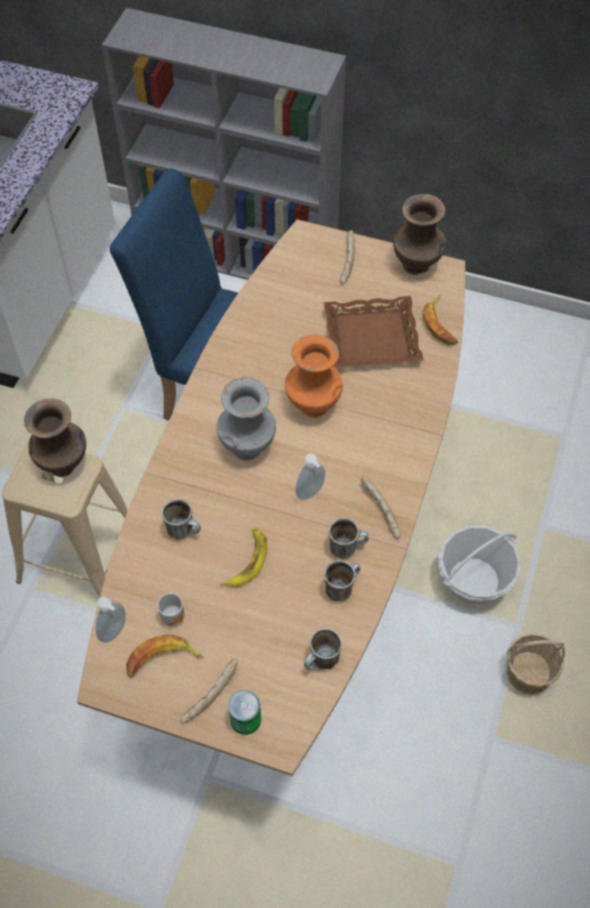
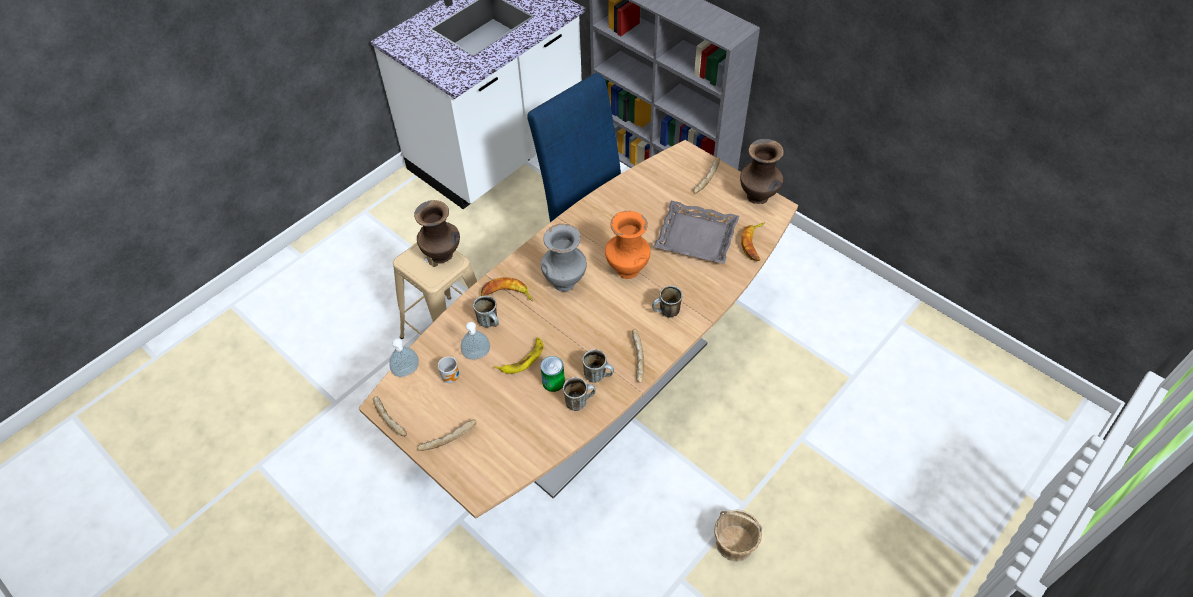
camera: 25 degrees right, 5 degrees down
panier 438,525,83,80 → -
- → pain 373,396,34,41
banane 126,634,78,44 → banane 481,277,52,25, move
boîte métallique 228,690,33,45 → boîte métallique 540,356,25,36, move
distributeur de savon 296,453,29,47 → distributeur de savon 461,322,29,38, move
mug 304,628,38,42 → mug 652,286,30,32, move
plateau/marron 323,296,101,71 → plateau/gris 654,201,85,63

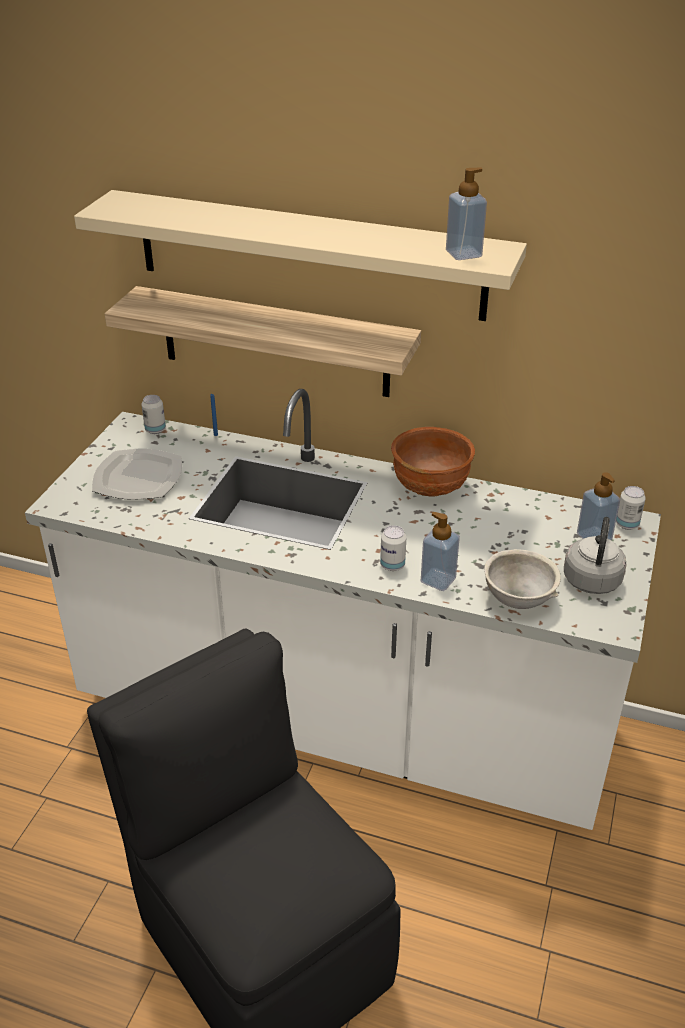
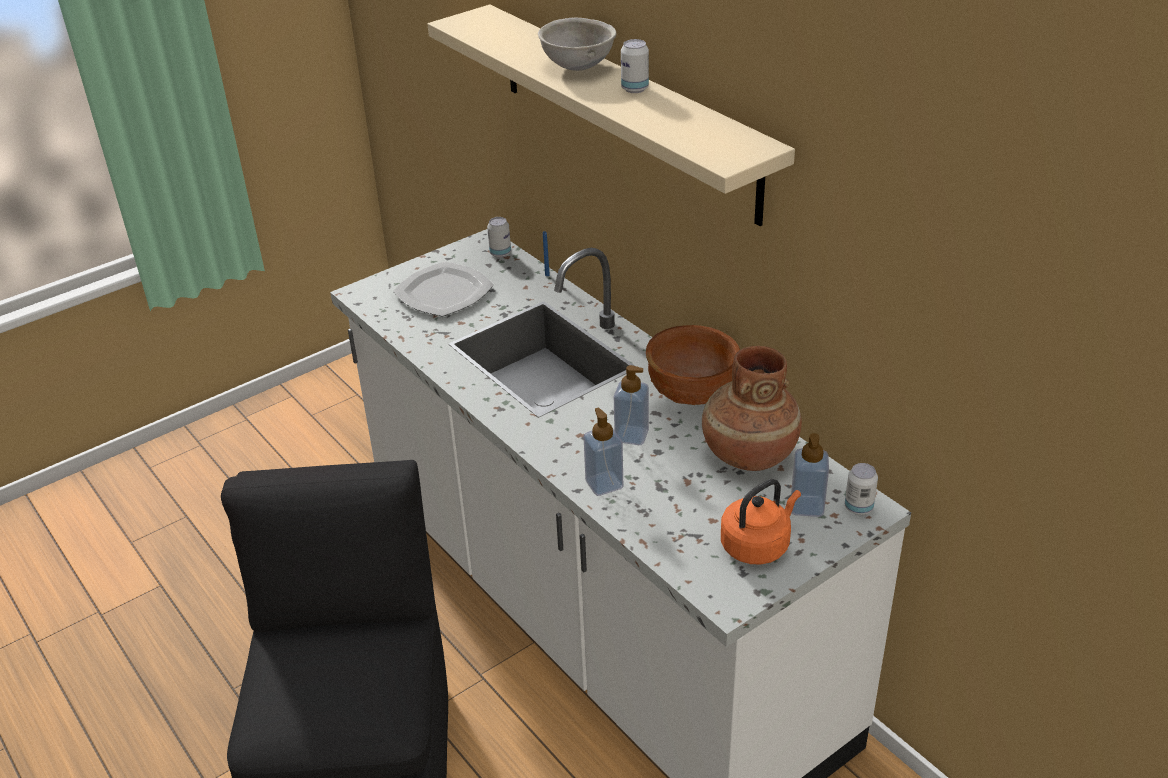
camera: 35 degrees right, 0 degrees up
étagère 105,286,316,111 → -
- → vase/marron 702,346,100,125
boîte métallique 380,525,26,46 → boîte métallique 621,39,28,54, move
distributeur de savon 446,167,41,93 → distributeur de savon 614,365,35,80, move
bol/gris 484,549,77,60 → bol/gris 538,18,78,53, move
bouilloire/gris 564,517,62,77 → bouilloire/orange 721,479,80,86

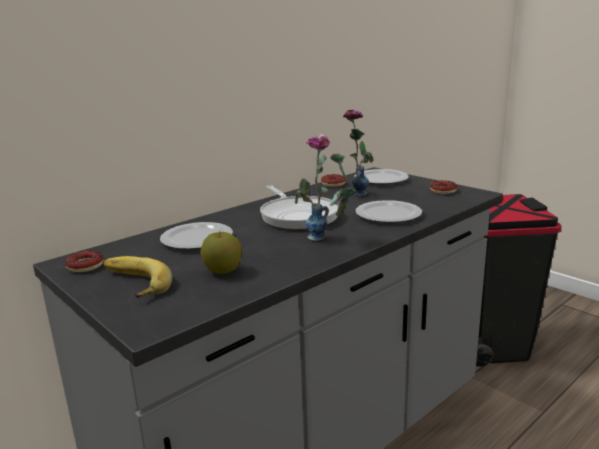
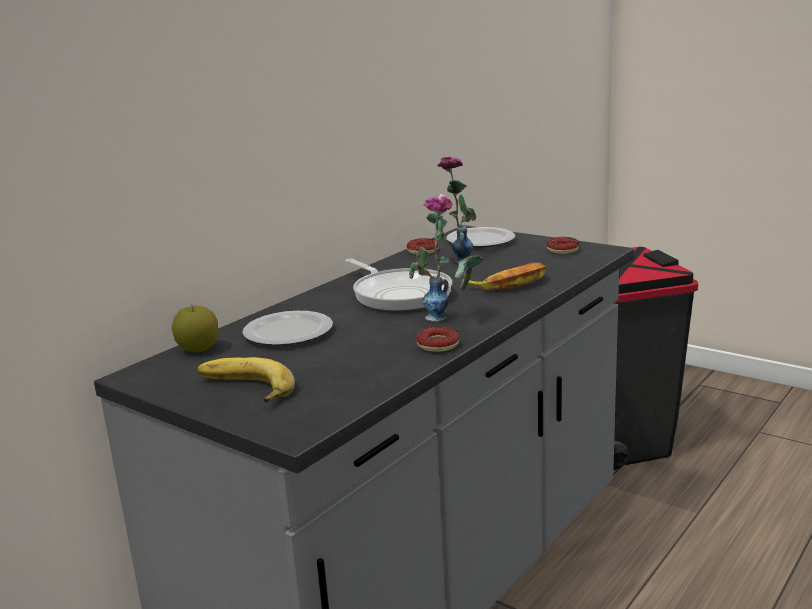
camera: 10 degrees left, 0 degrees up
beignet 65,250,39,22 → beignet 416,326,43,26, move
pomme 200,230,42,44 → pomme 172,306,46,46, move
assiette 355,200,67,23 → banane 468,263,78,27

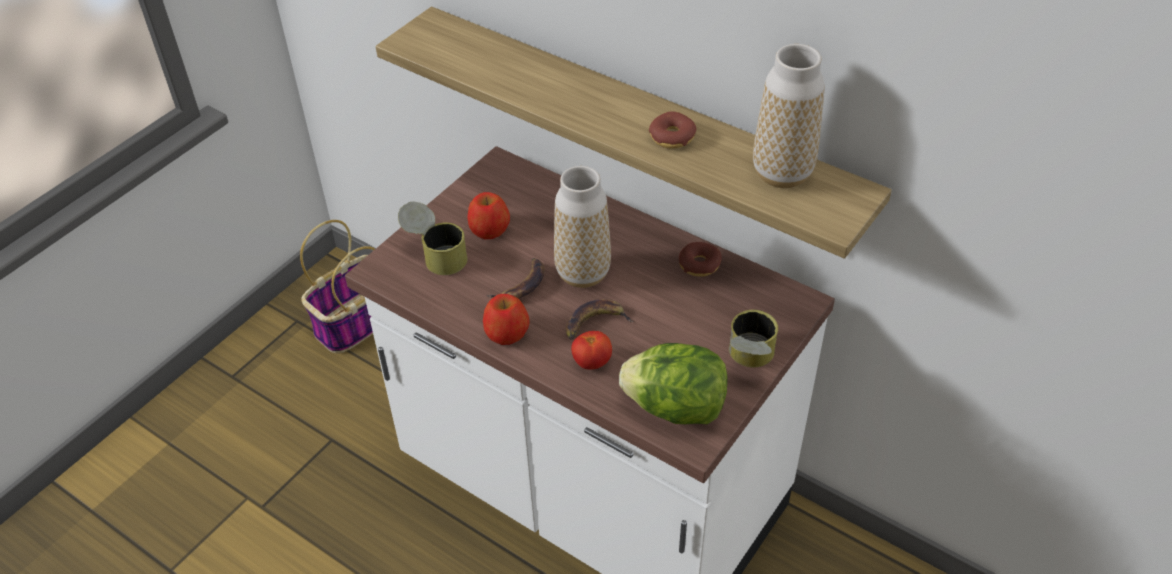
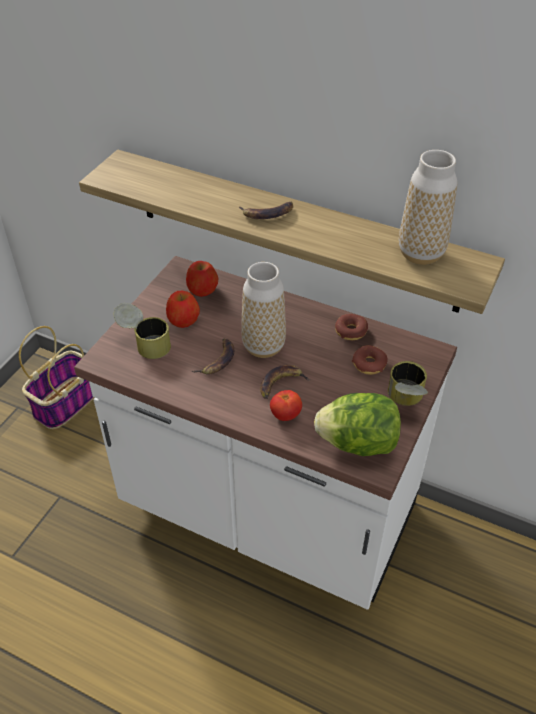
camera: 10 degrees left, 0 degrees up
- → banane 239,202,54,17
pomme 483,294,47,51 → pomme 186,261,32,36, move
beignet 649,112,47,37 → beignet 352,345,35,30, move

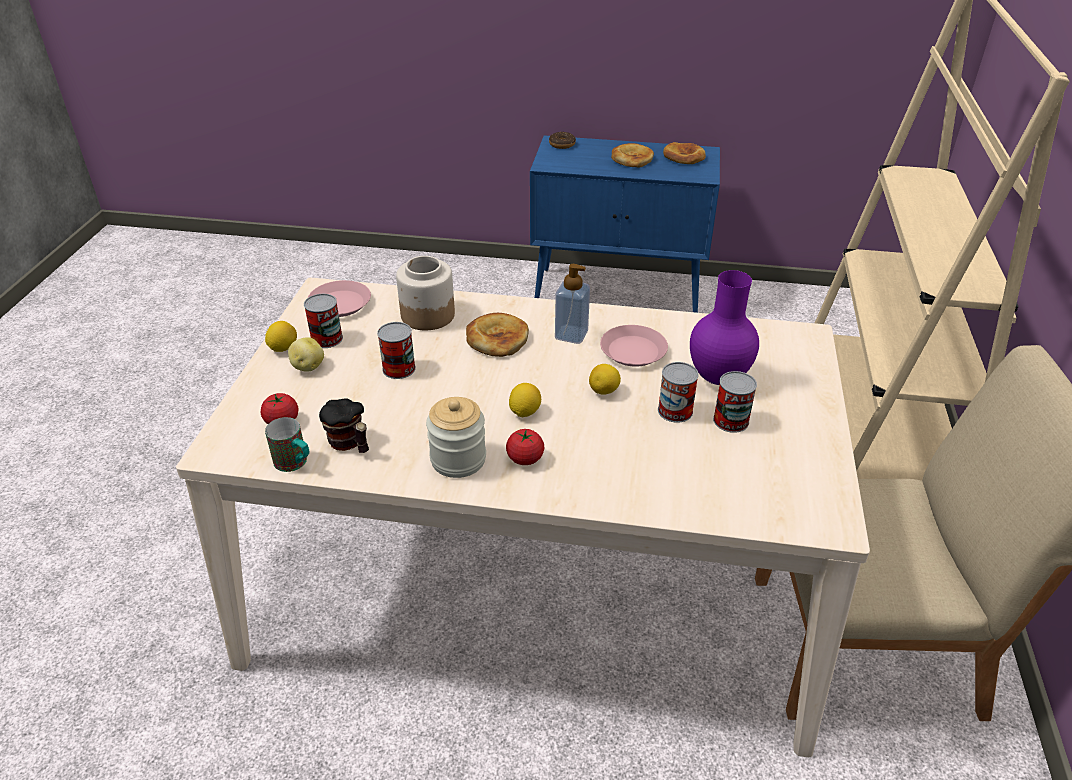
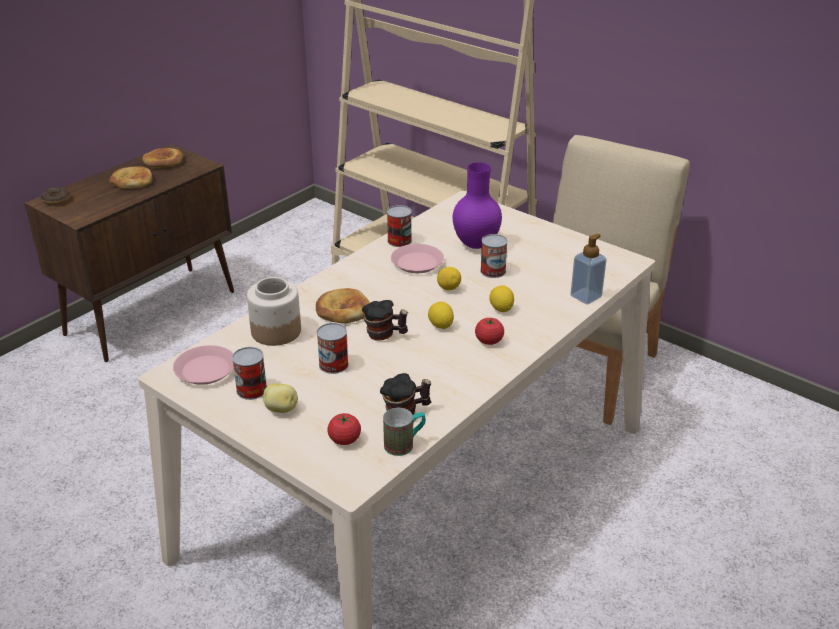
camera: 60 degrees left, 5 degrees down
bocal 426,397,60,81 → -
- → mug 362,300,46,40
citron 265,321,32,31 → citron 489,285,25,27, move
distributeur de savon 555,264,35,80 → distributeur de savon 570,234,37,70, move
boîte métallique 713,371,44,62 → boîte métallique 387,205,25,42, move
meuble de rangement/bleu 530,135,190,178 → meuble de rangement/marron 24,144,210,218

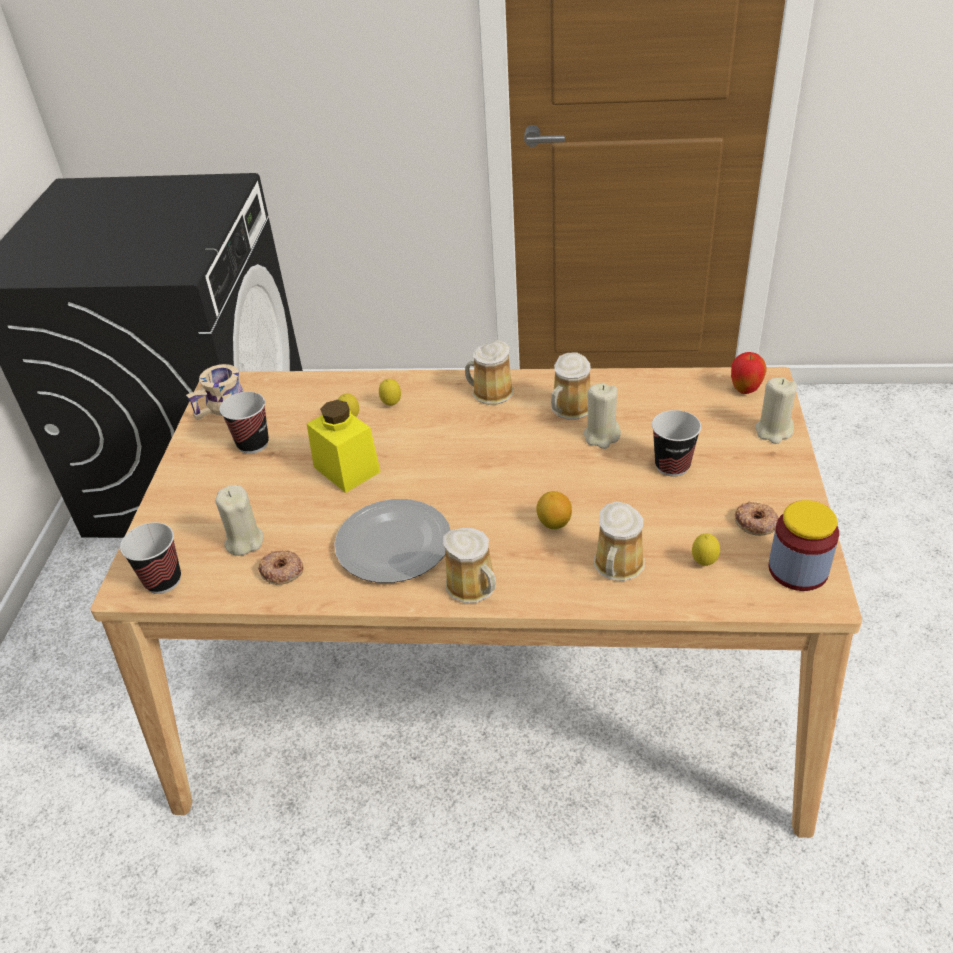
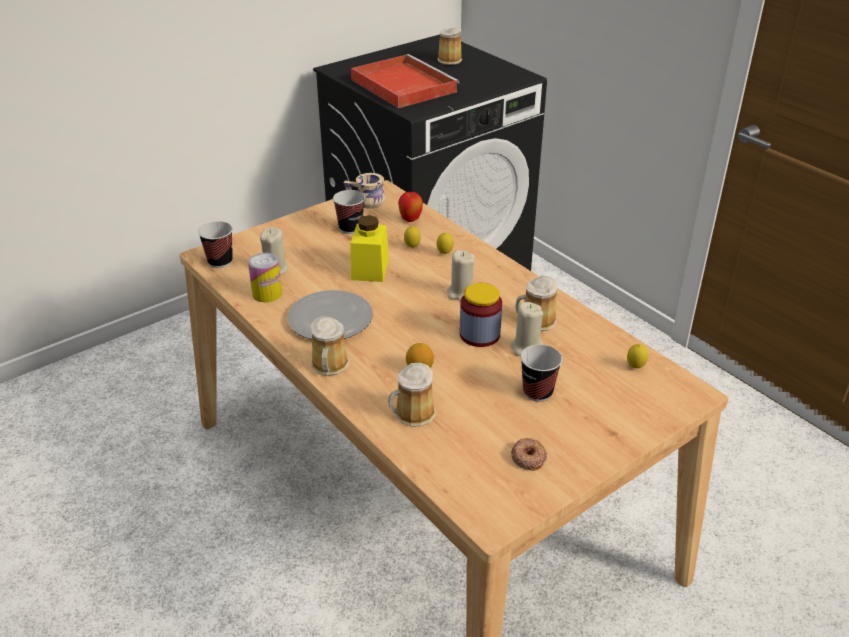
camera: 45 degrees right, 5 degrees down
- → plateau/rouge 351,54,108,54
mug 465,340,48,65 → mug 438,28,24,37, move
citron 692,534,28,32 → citron 627,344,21,24, move
pomme 731,352,35,42 → pomme 398,192,25,30, move
bougie/beige 755,377,42,67 → bougie/beige 447,250,28,51, move
bocal 769,500,70,91 → bocal 460,283,42,64, move
beignet 258,550,45,35 → boîte métallique 248,253,34,49

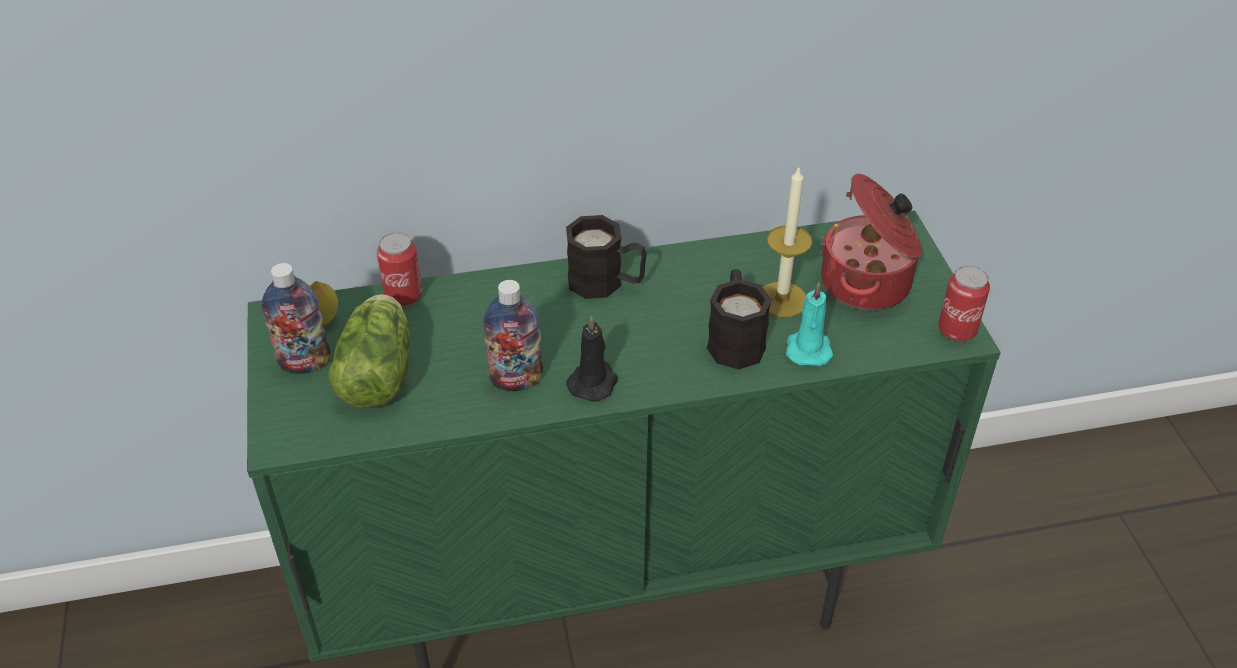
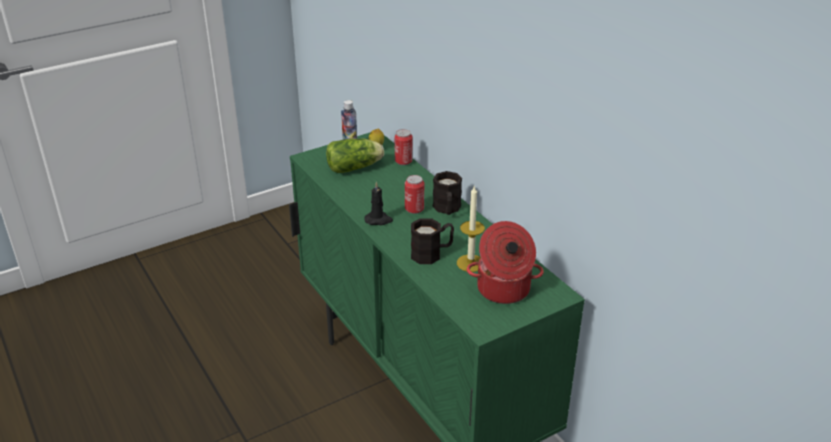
camera: 70 degrees right, 10 degrees down
bouteille 483,280,60,111 → -
bougie/turquoise 786,282,47,84 → -
boîte métallique 938,266,52,75 → boîte métallique 405,175,19,39, move

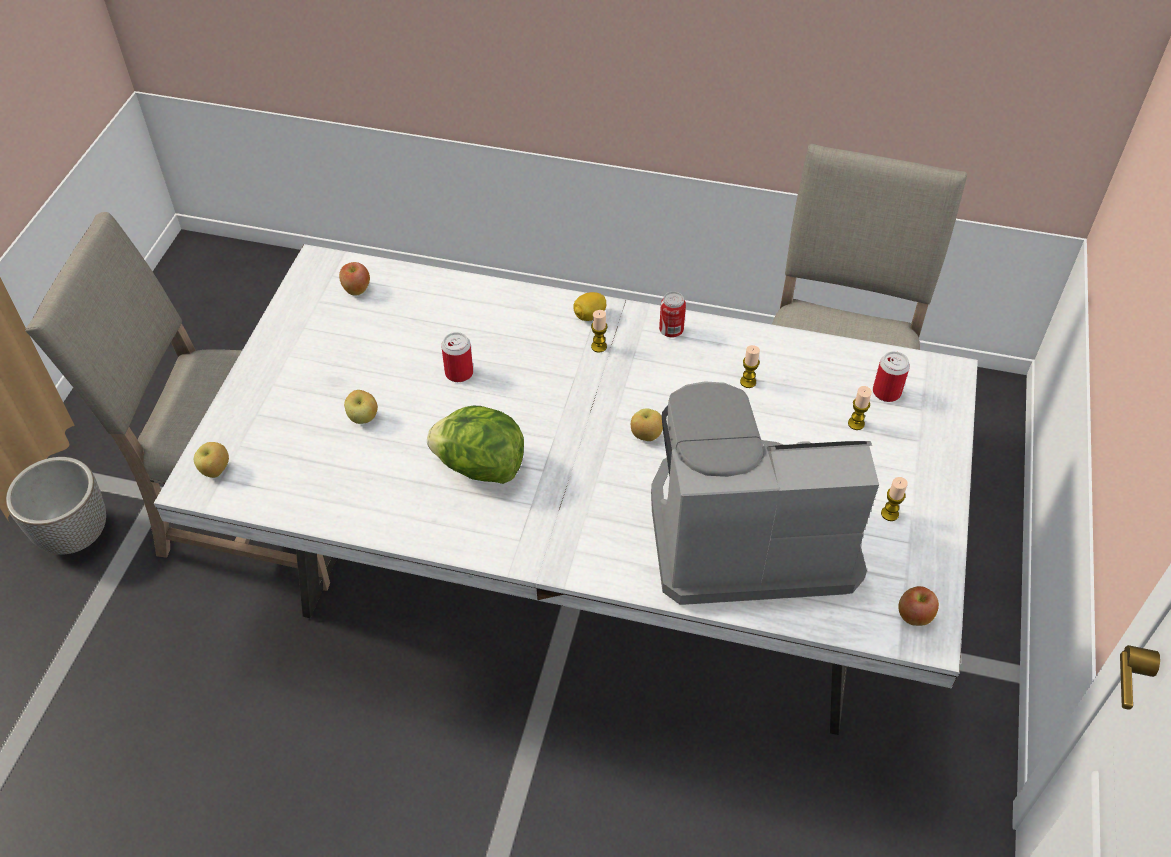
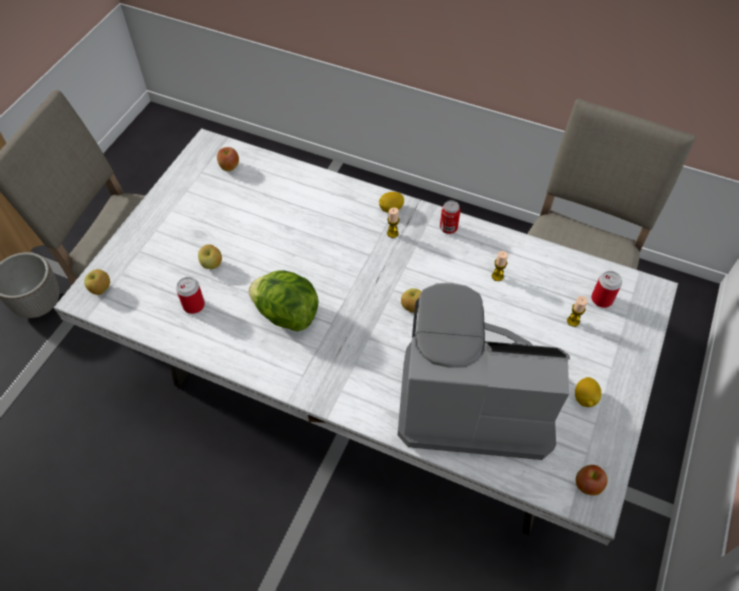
camera: 10 degrees right, 5 degrees up
boîte métallique 441,332,32,50 → boîte métallique 176,277,29,37, move
bougie 881,477,27,44 → citron 575,377,26,30

